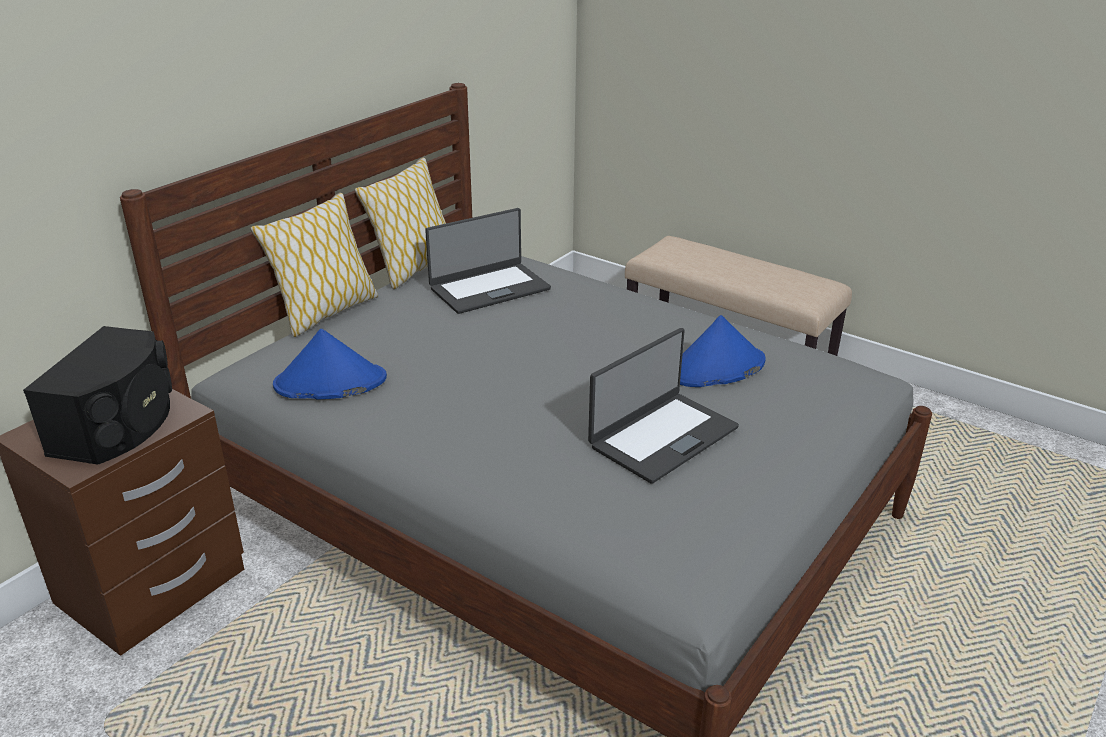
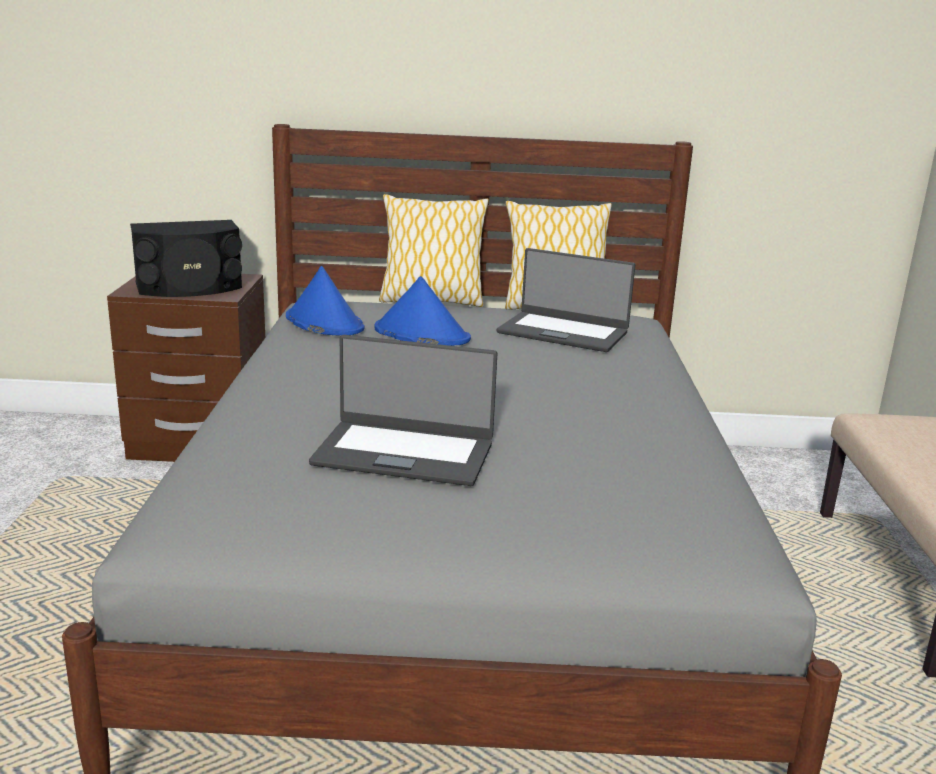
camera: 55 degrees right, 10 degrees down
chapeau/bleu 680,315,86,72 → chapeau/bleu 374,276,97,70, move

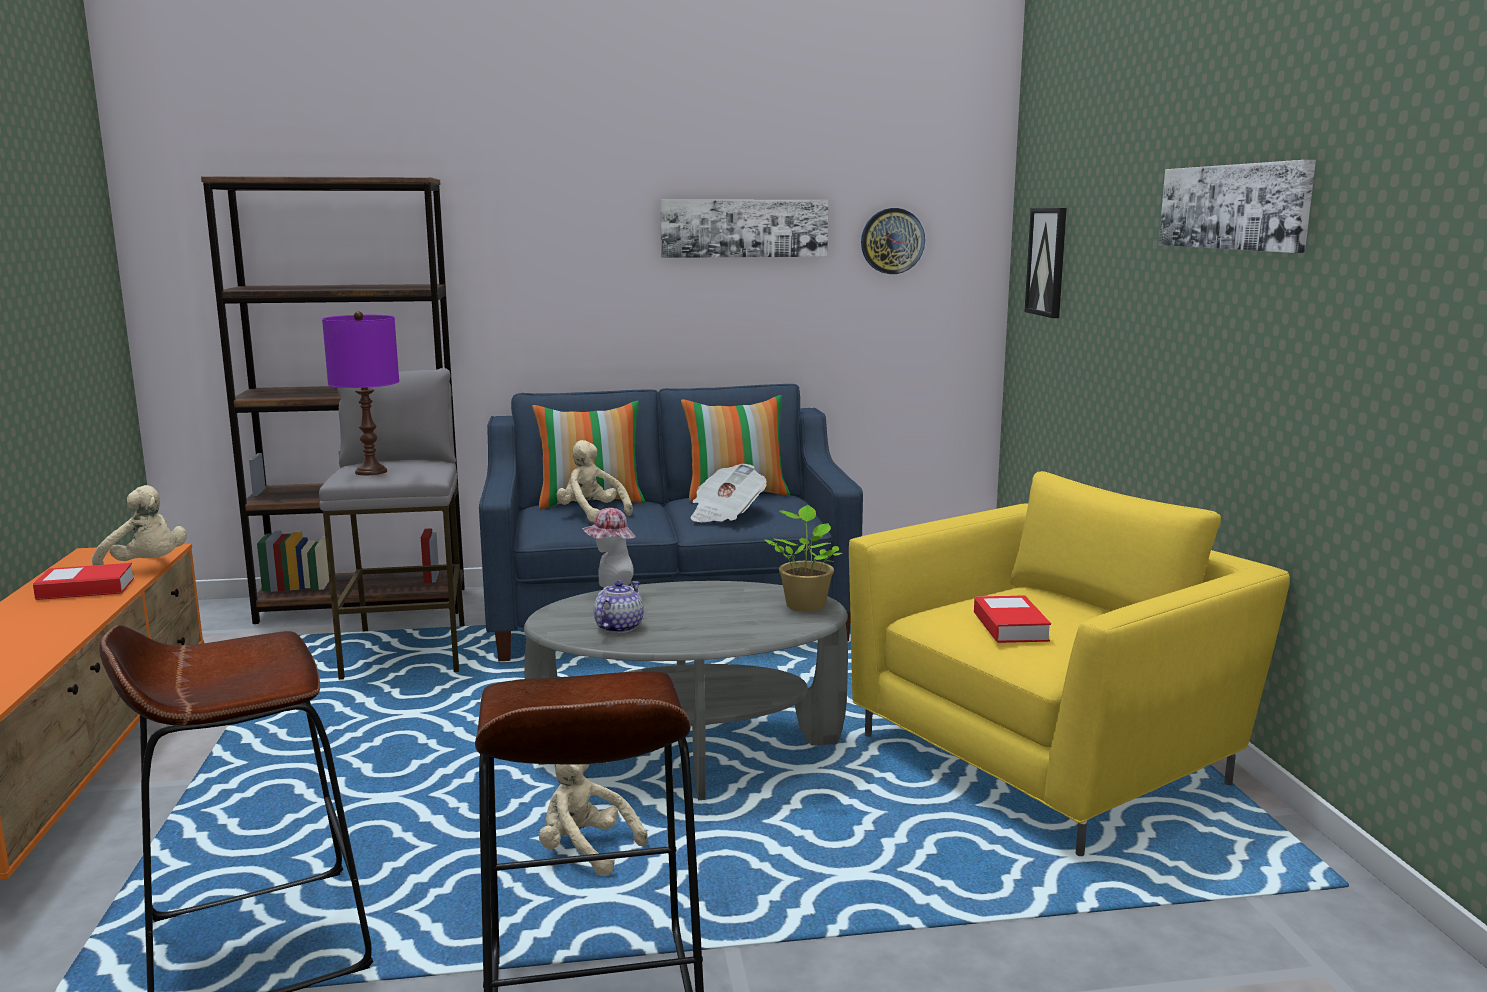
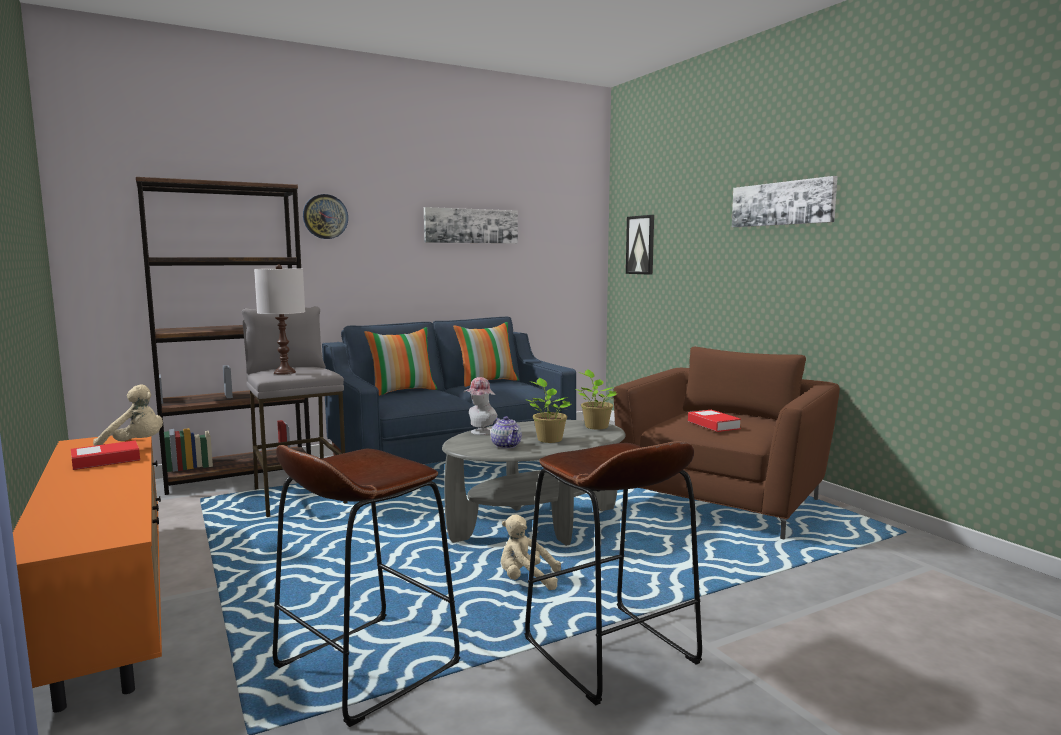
camera: 20 degrees left, 5 degrees down
peluche/beige 557,440,76,82 → -
journal 691,464,76,58 → -
- → plante en pot 525,378,46,65
horloge murale 861,208,64,66 → horloge murale 303,194,45,45, move
lampe de table/violet 322,311,77,164 → lampe de table/blanc 254,265,51,109
fauteuil/jaune 849,471,441,385 → fauteuil/marron 614,347,226,192
théière 594,581,50,52 → théière 491,416,31,33, 150 degrees clockwise

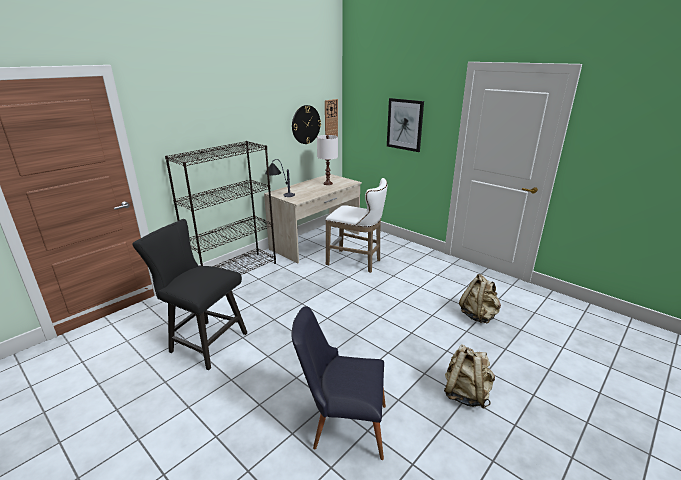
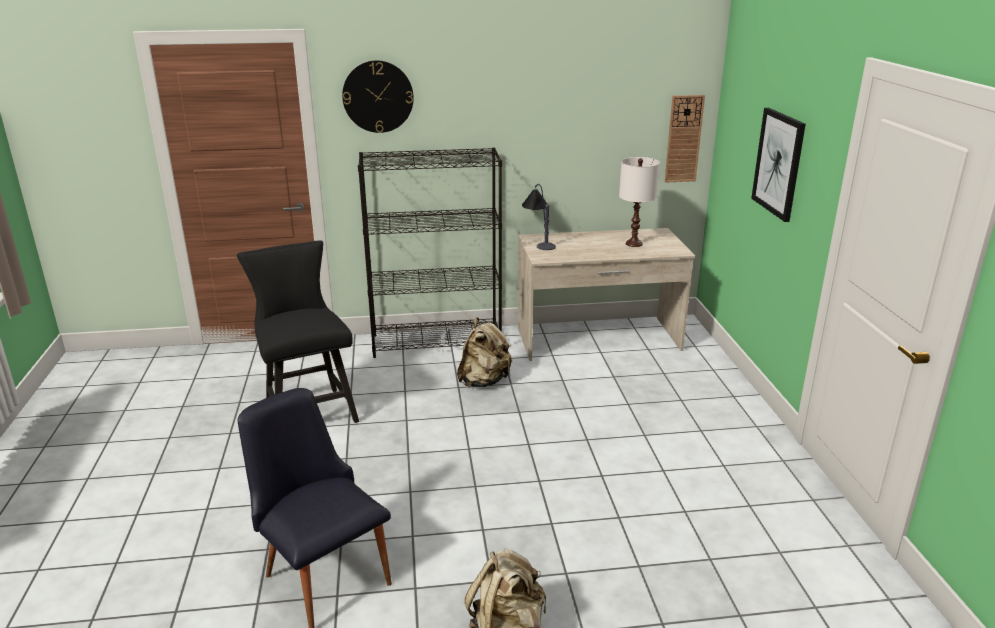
camera: 40 degrees right, 0 degrees up
tabouret/blanc 326,178,61,95 → -
horloge murale 292,105,29,39 → horloge murale 342,60,72,73, move
sac à dos/beige 459,274,42,49 → sac à dos/beige 457,317,55,70, move

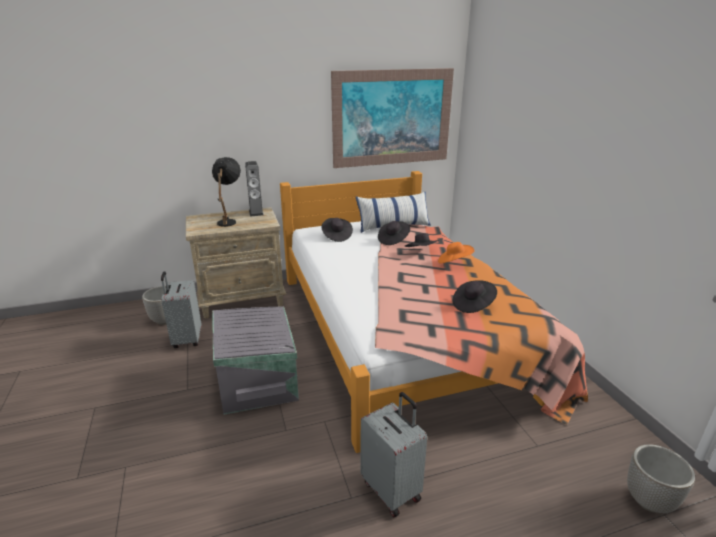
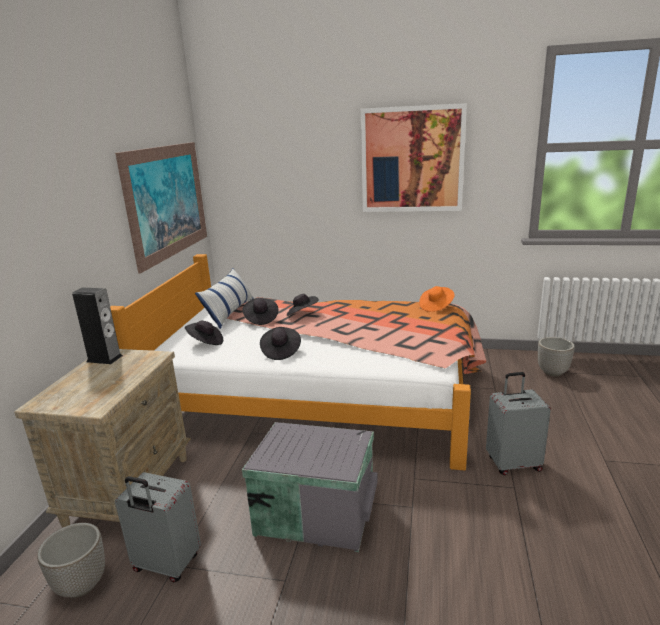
camera: 60 degrees left, 5 degrees down
lampe de table/noir 212,157,29,70 → -
- → tableau 361,103,106,109
chapeau/orange 438,242,36,22 → chapeau/orange 419,286,36,26, move
chapeau/noir 453,280,44,33 → chapeau/noir 260,327,41,33, move

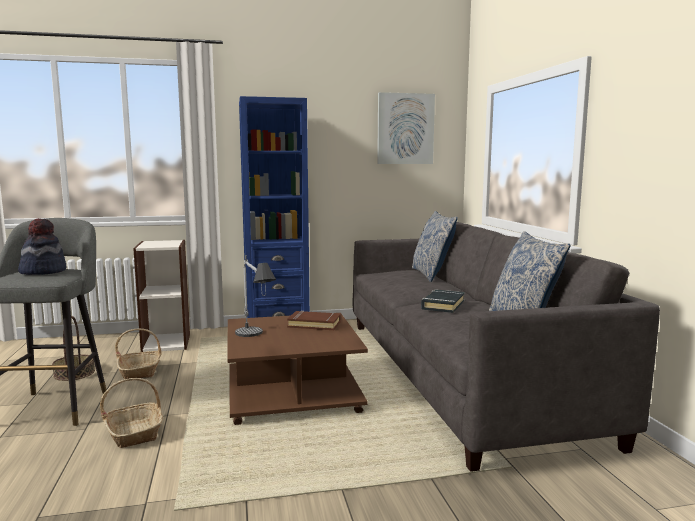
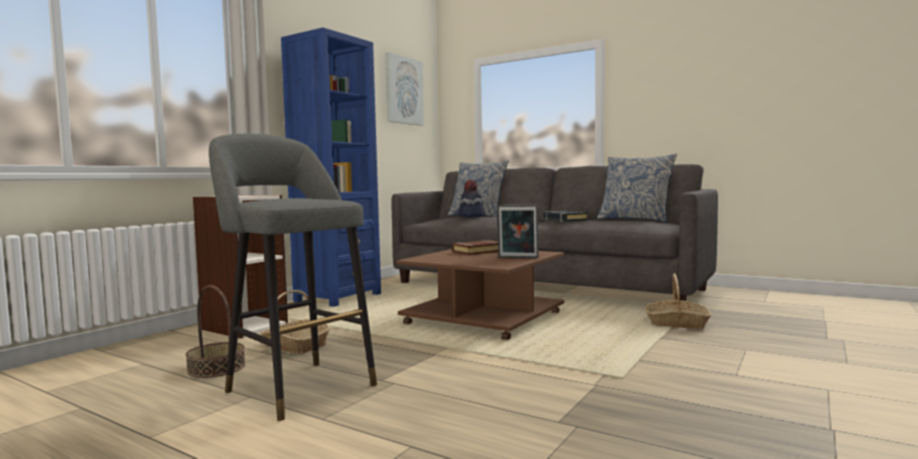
camera: 45 degrees left, 5 degrees down
lampe de table 235,255,41,82 → -
- → cadre photo 497,205,42,53
chapeau 18,218,48,57 → chapeau 458,180,27,37, move
panier 100,378,63,70 → panier 645,273,66,56, move

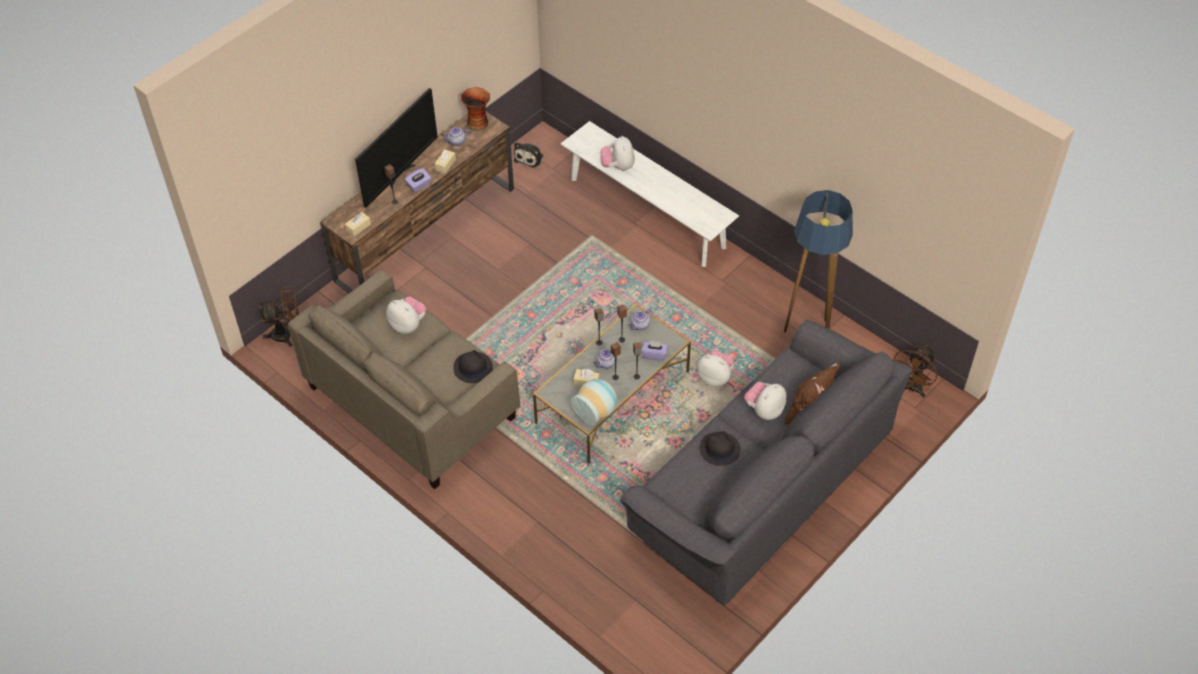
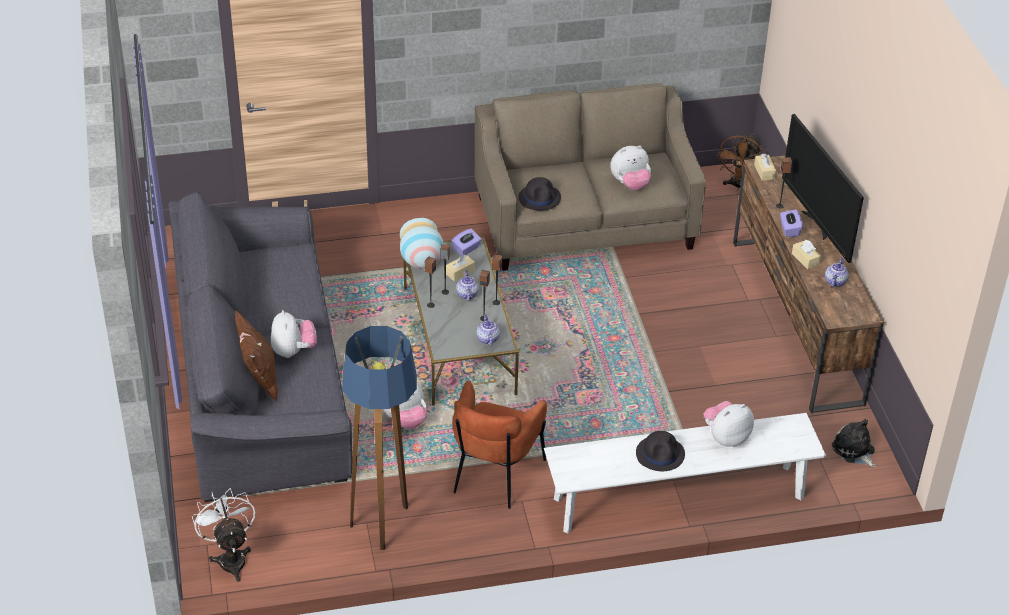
camera: 125 degrees right, 10 degrees down
vase 461,87,29,43 → -
- → fauteuil/marron 453,380,94,129
boîte à mouchoirs/violet 642,340,26,21 → boîte à mouchoirs/violet 451,229,31,27, move
chapeau/noir 700,431,41,35 → chapeau/noir 636,431,49,40, move
ventilateur/marron 893,345,44,53 → ventilateur/blanc 192,488,63,94
peluche 600,136,35,35 → peluche 704,401,50,46, 60 degrees counterclockwise

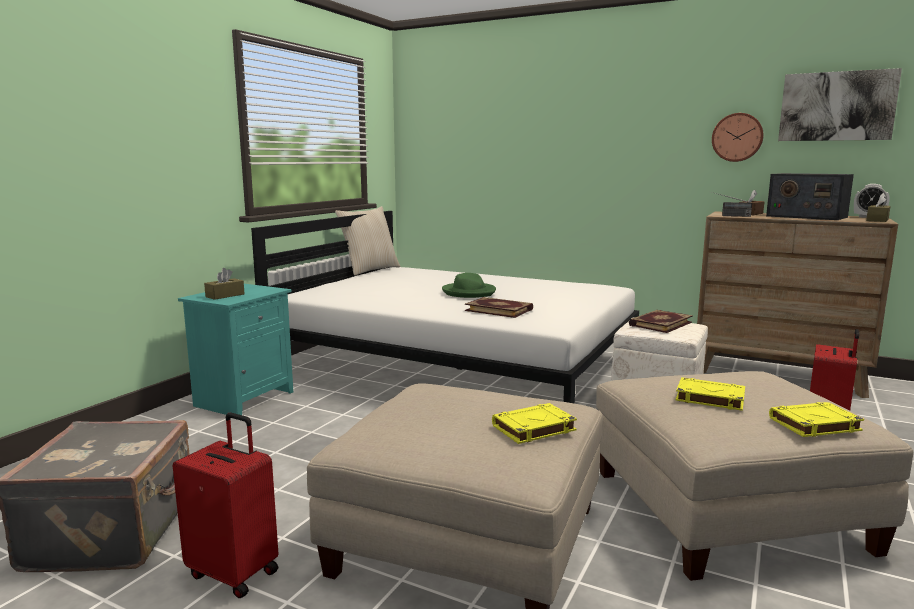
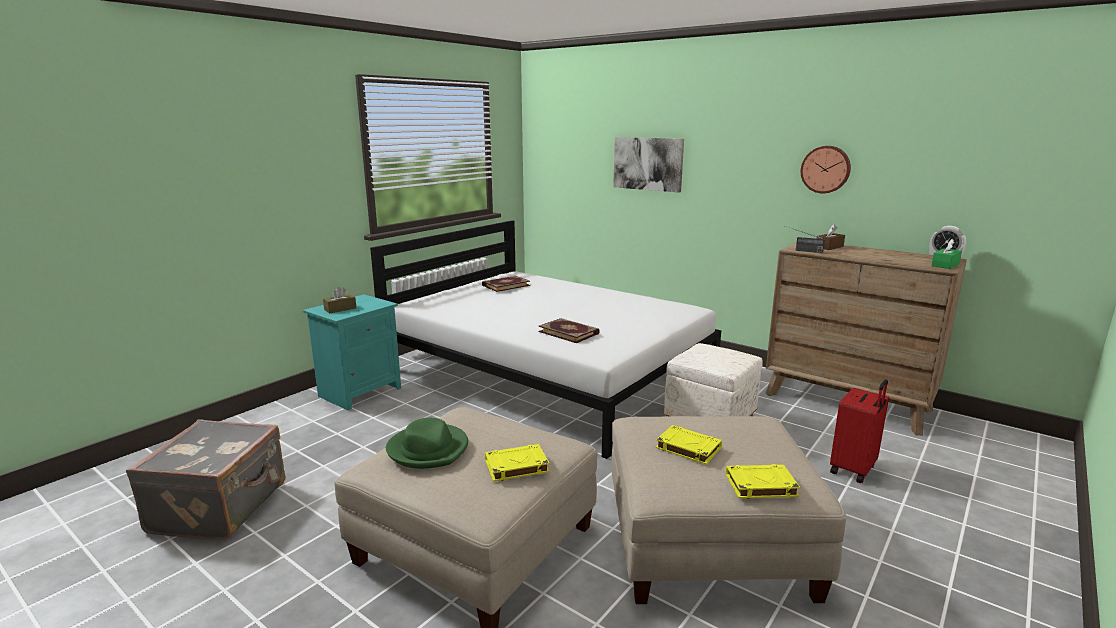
camera: 10 degrees right, 5 degrees up
valise/rouge 173,413,105,185 → -
coussin/beige 335,206,66,70 → -
radio 766,173,88,47 → -
chapeau/vert 442,273,54,25 → chapeau/vert 386,418,82,51, move
livre 629,310,64,23 → livre 482,276,48,16, move
tableau 778,68,124,73 → tableau 613,137,71,56, move
boîte à mouchoirs/marron 866,193,25,29 → boîte à mouchoirs/vert 931,239,31,30

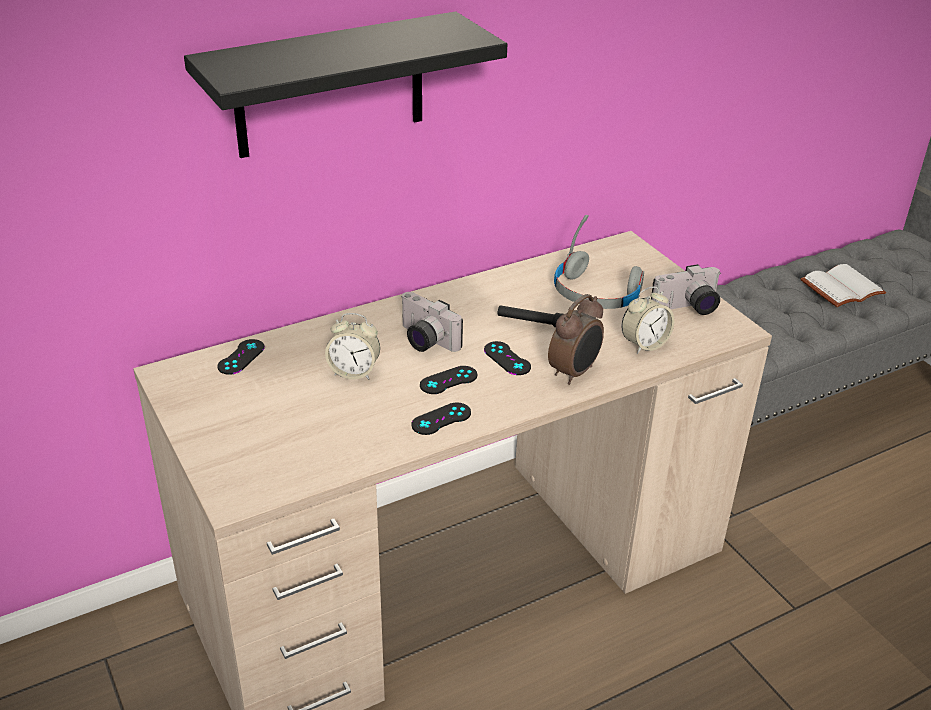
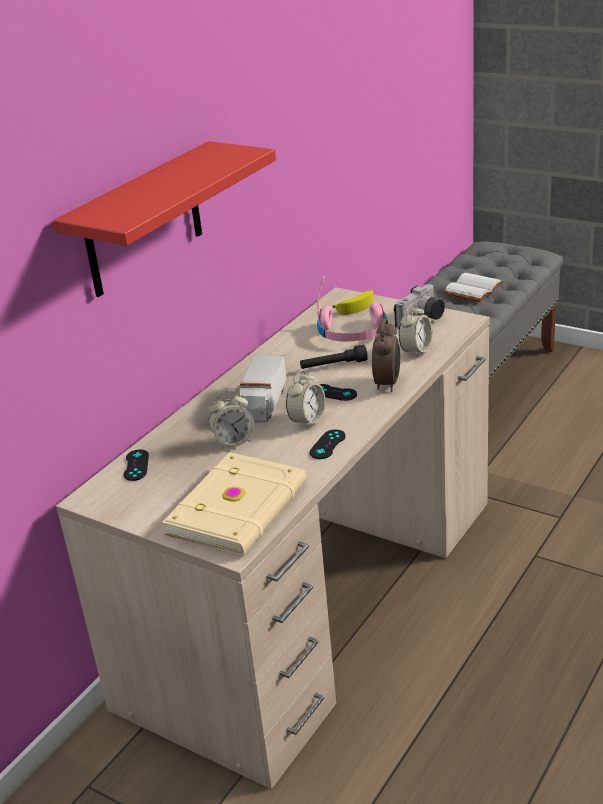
camera: 25 degrees left, 5 degrees down
- → livre/beige 162,452,144,105
- → banane 332,290,41,25
appareil photo 401,292,62,60 → camion jouet 240,355,47,68
manette/noir 420,366,57,28 → réveil 286,370,40,59
étagère/noir 184,11,323,147 → étagère/rouge 53,141,223,156
casque audio/gris 554,215,90,94 → casque audio/rose 317,276,70,65

